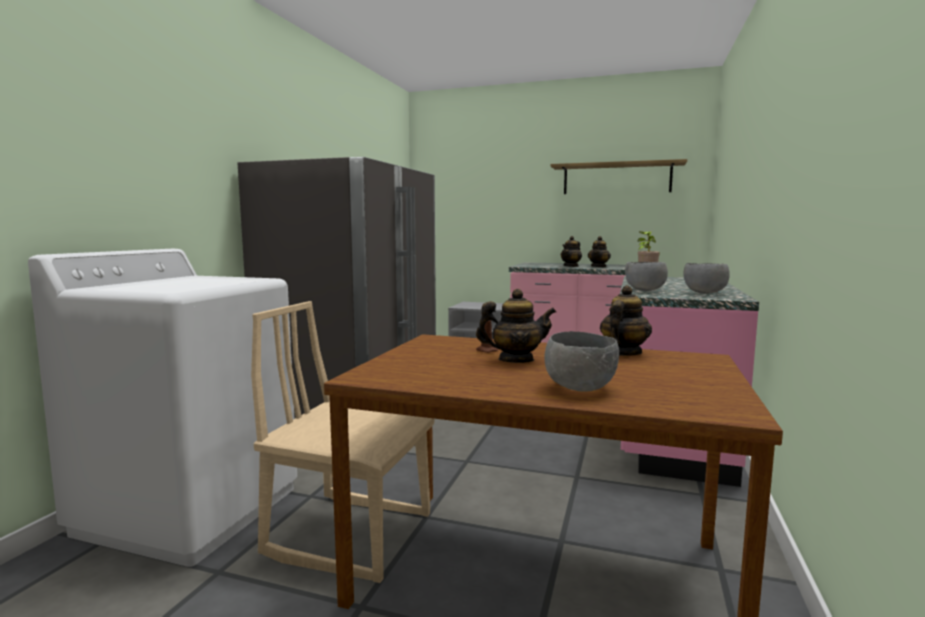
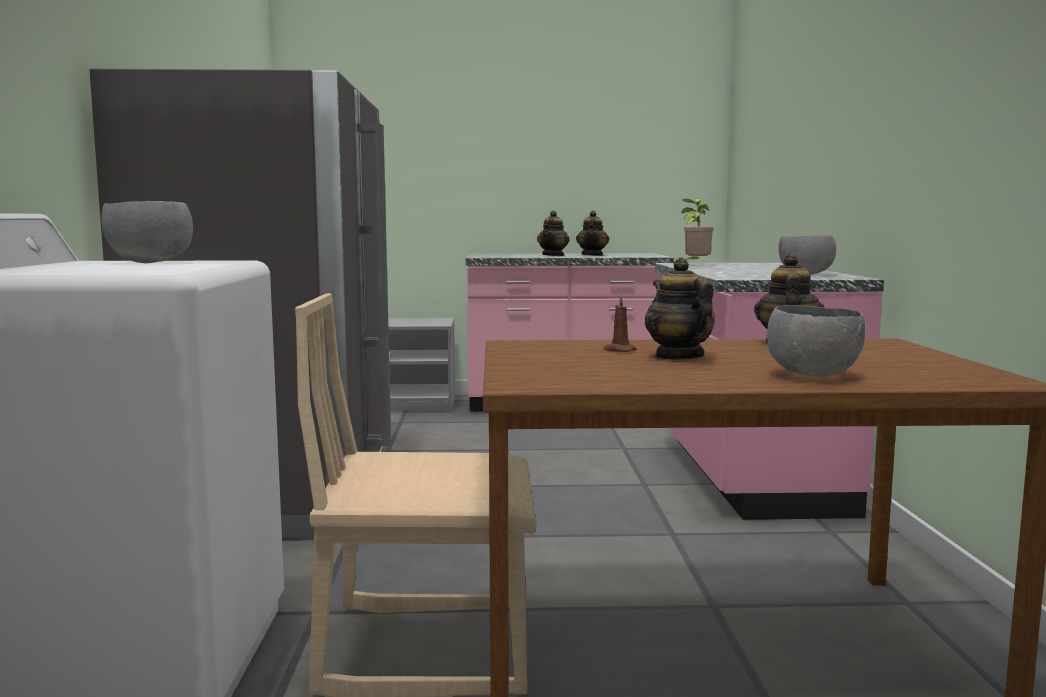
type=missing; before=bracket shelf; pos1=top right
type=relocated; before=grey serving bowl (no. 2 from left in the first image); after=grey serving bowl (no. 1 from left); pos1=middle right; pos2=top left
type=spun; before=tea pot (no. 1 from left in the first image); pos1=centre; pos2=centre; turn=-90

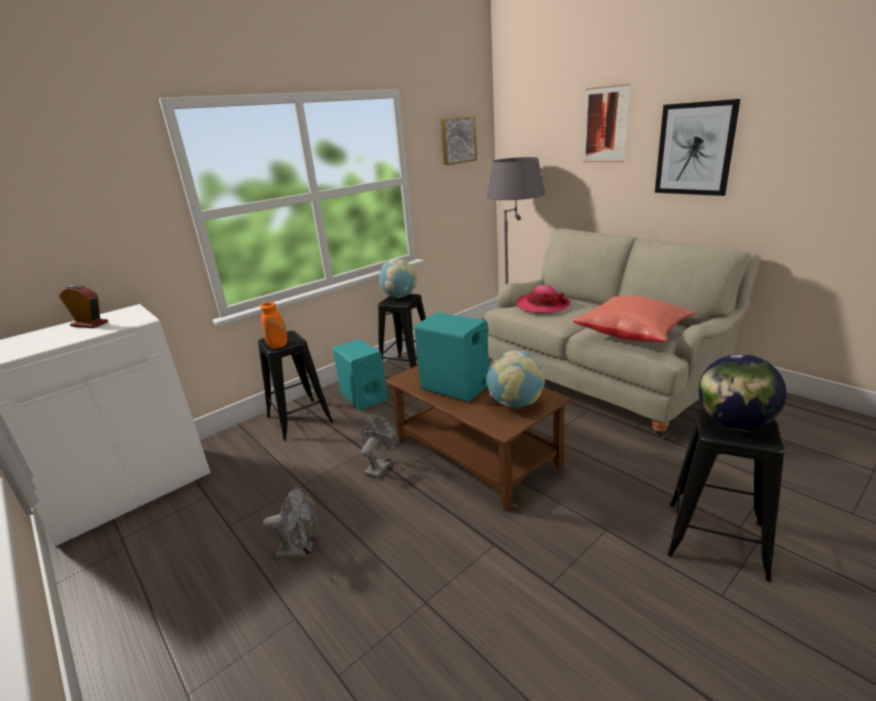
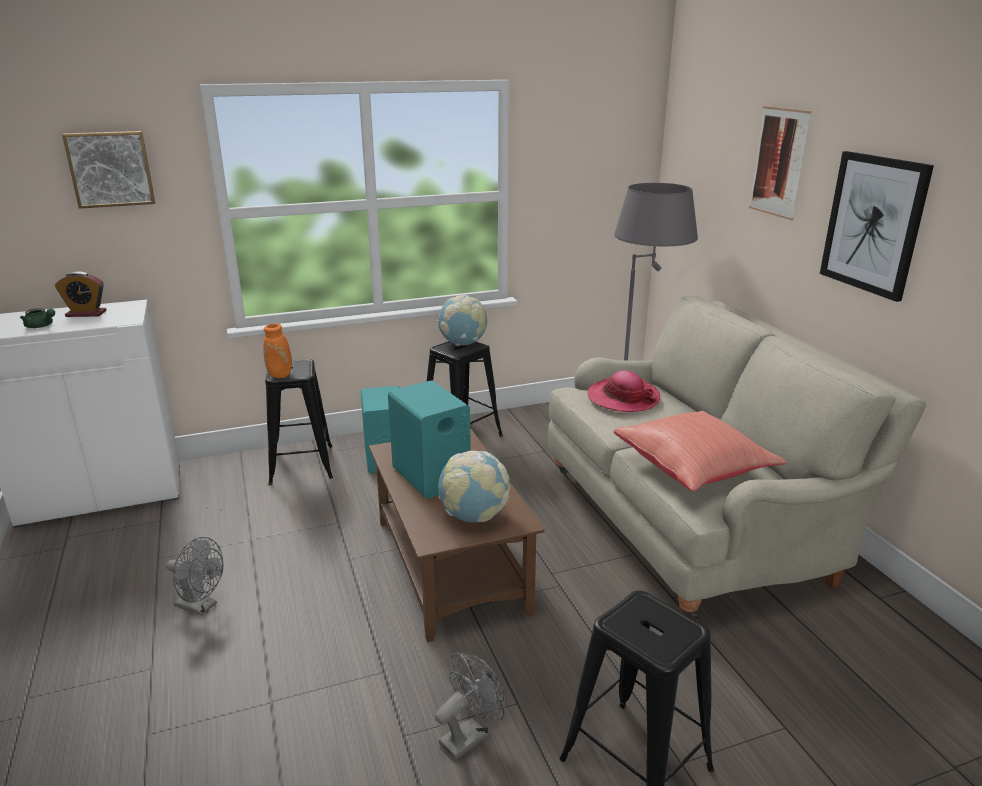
type=relocated; before=wall art (no. 1 from left); pos1=top centre; pos2=top left
type=spun; before=alarm clock; pos1=middle left; pos2=middle left; turn=135
type=missing; before=world globe (no. 3 from left); pos1=middle right
type=relocated; before=grey cooling fan (no. 2 from left); pos1=centre; pos2=bottom centre
type=appeared; after=green tea pot; pos2=middle left

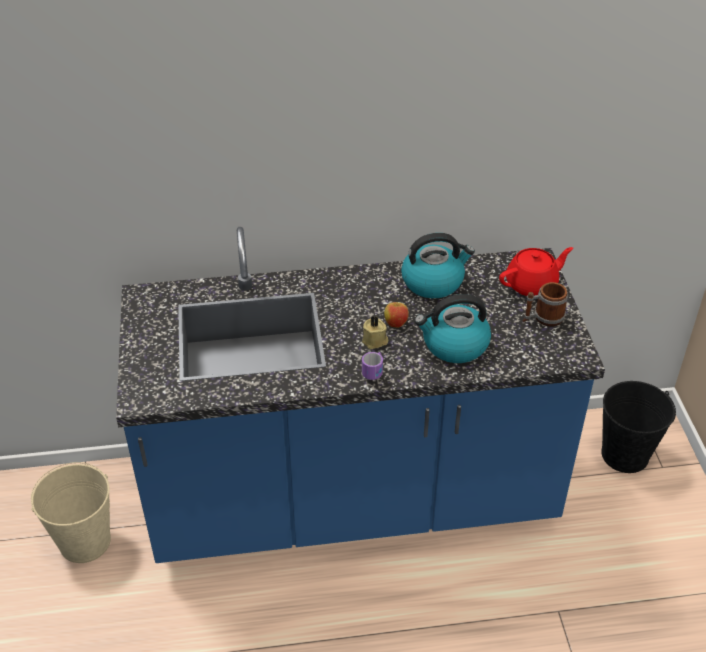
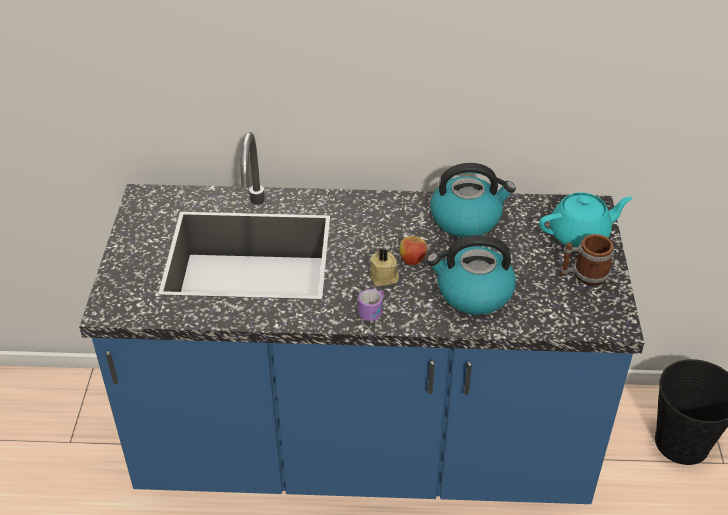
type=colour; before=red tea pot; after=blue-green tea pot; pos1=middle right; pos2=middle right
type=missing; before=beige pail; pos1=bottom left

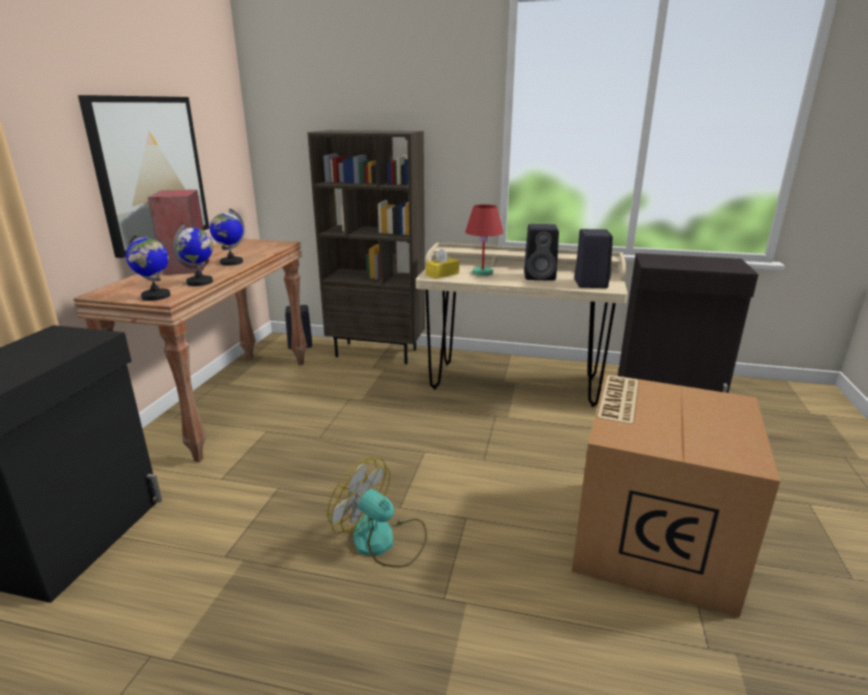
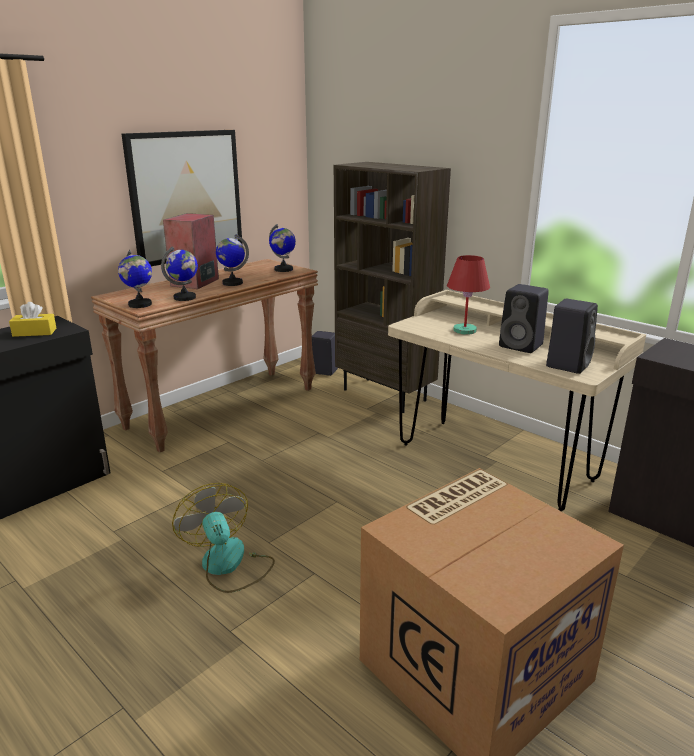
type=relocated; before=yellow-coloured tissue holder; pos1=centre; pos2=middle left
type=appeared; after=world globe (no. 4 from left); pos2=top centre

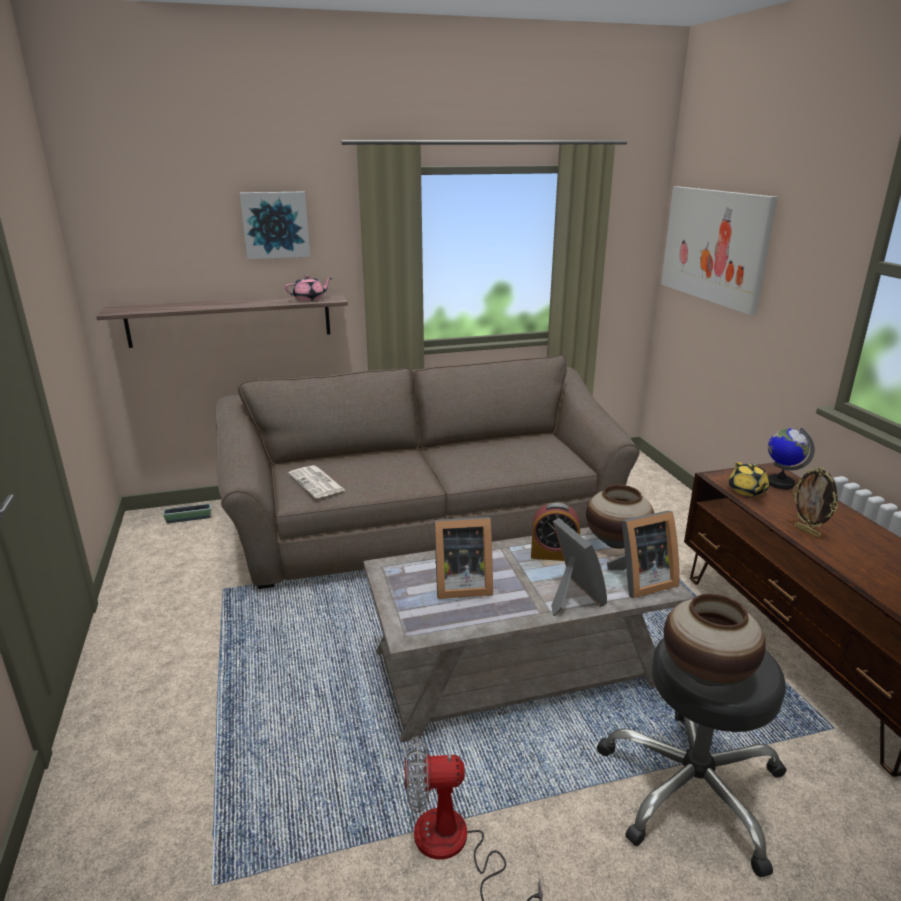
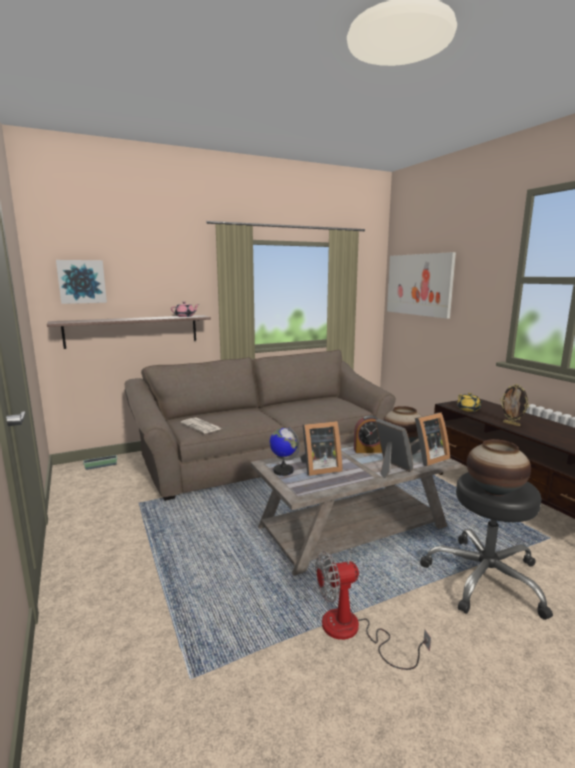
type=relocated; before=wall art (no. 1 from left); pos1=top left; pos2=middle left
type=relocated; before=world globe; pos1=middle right; pos2=centre

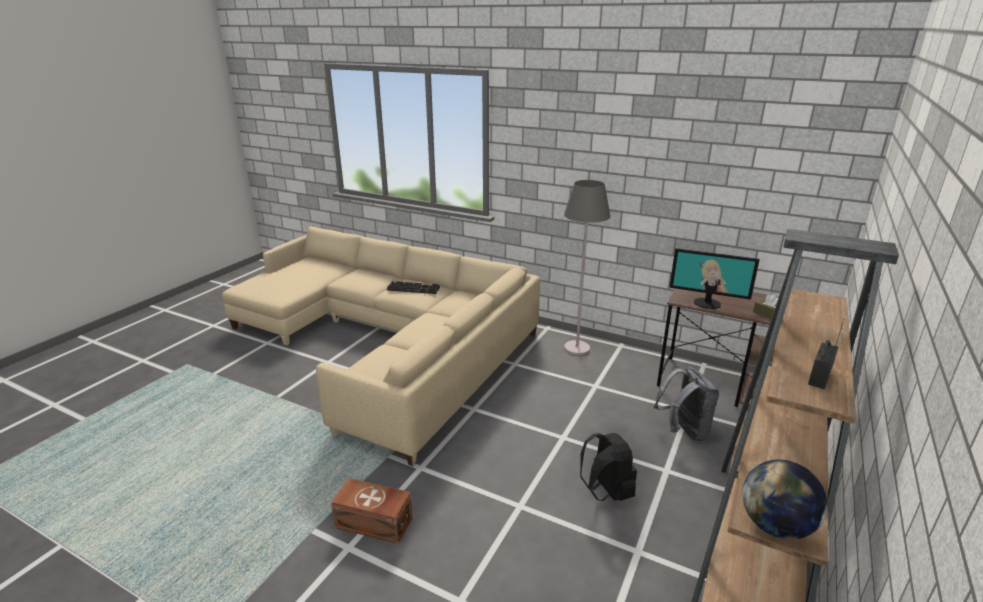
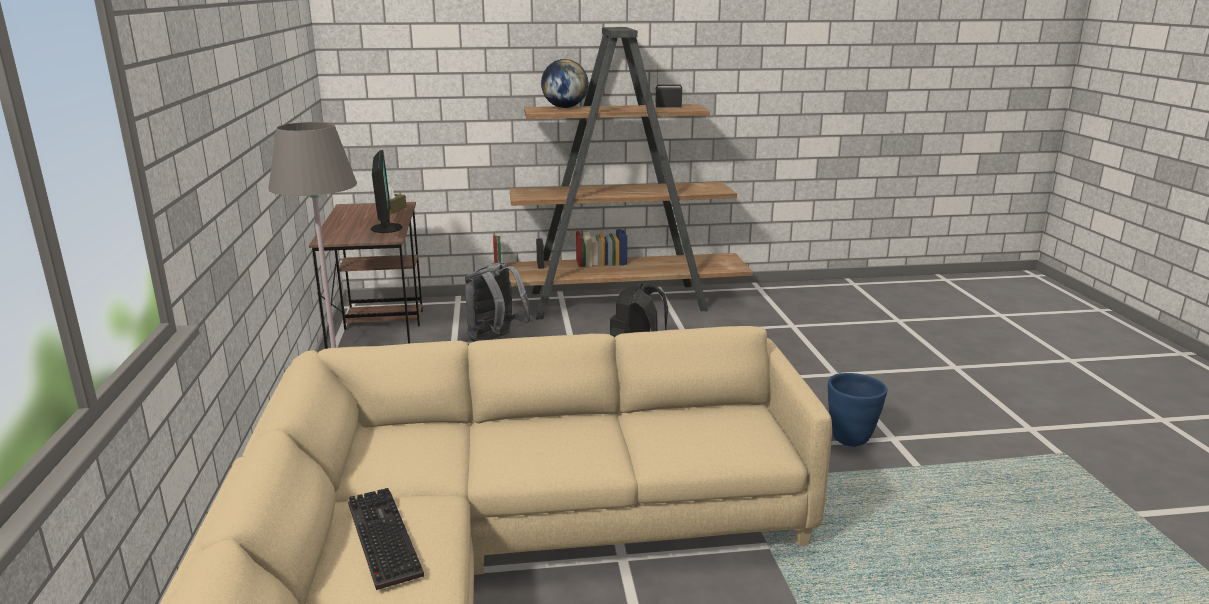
type=relocated; before=world globe; pos1=bottom right; pos2=top centre
type=exchanged; before=brown-coloured storage bin; after=blue planter; pos1=bottom centre; pos2=bottom right

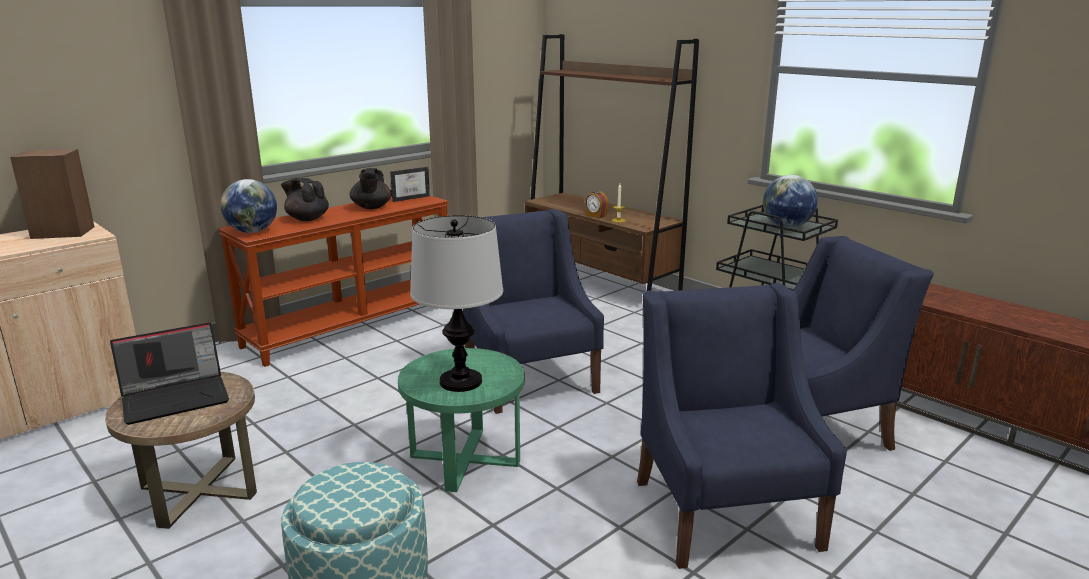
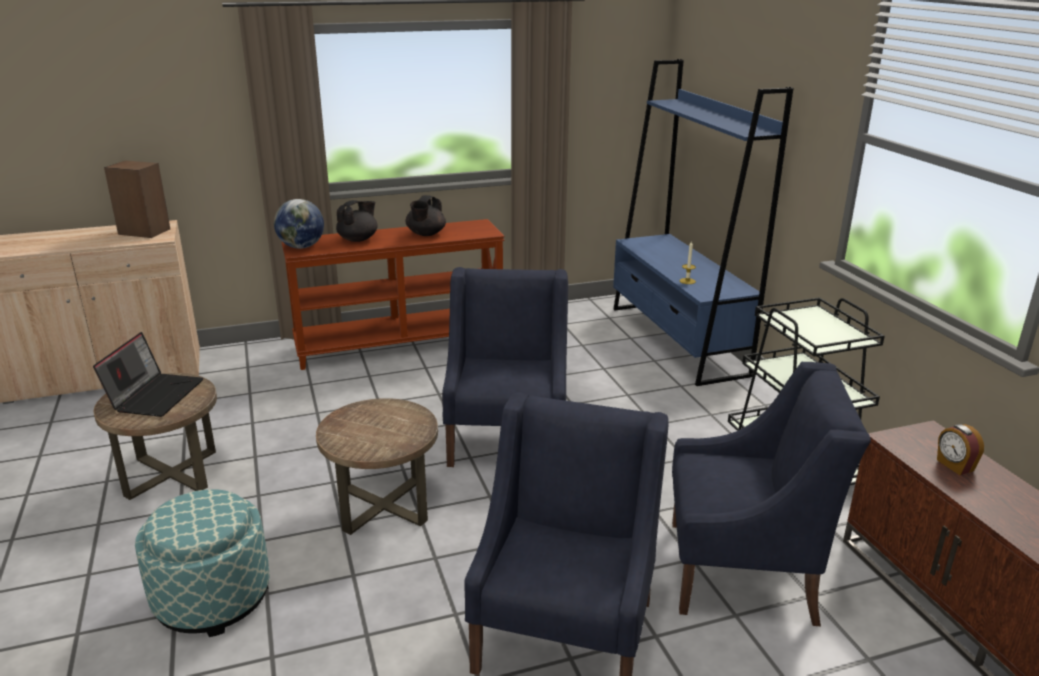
type=colour; before=brown-coloured shelving unit; after=blue shelving unit; pos1=top centre; pos2=top right
type=missing; before=photo frame; pos1=top centre
type=missing; before=world globe (no. 2 from left); pos1=middle right
type=spun; before=blackish tea pot (no. 1 from left); pos1=middle left; pos2=top centre; turn=75
type=relocated; before=alarm clock; pos1=centre; pos2=middle right
type=missing; before=lamp for a table; pos1=centre
type=spun; before=notebook computer; pos1=middle left; pos2=middle left; turn=-75
type=colour; before=green side table; after=brown-coloured side table (no. 2 from left); pos1=bottom centre; pos2=bottom centre

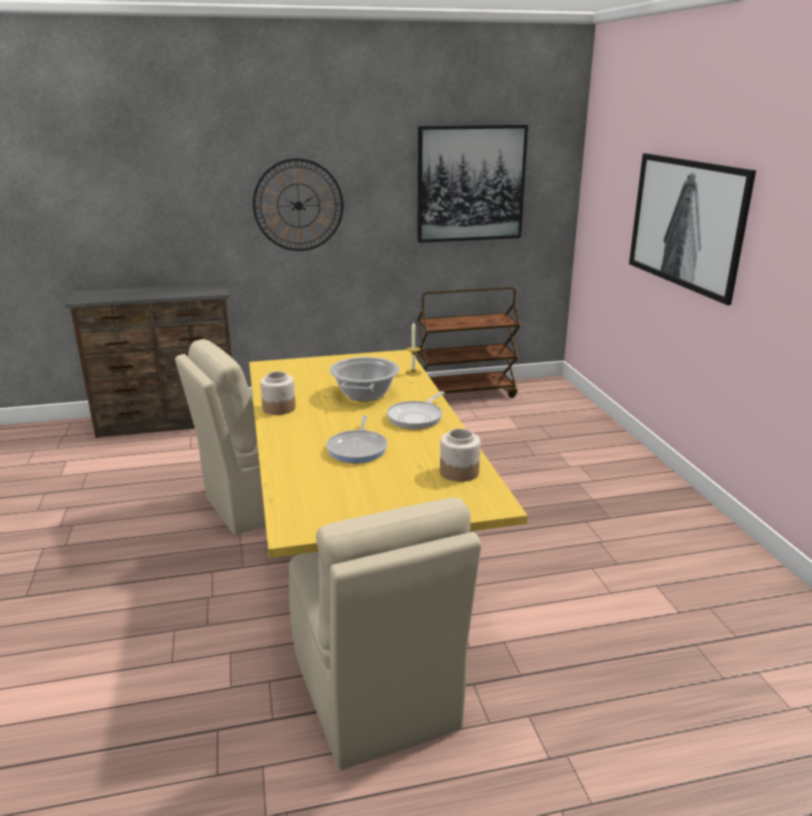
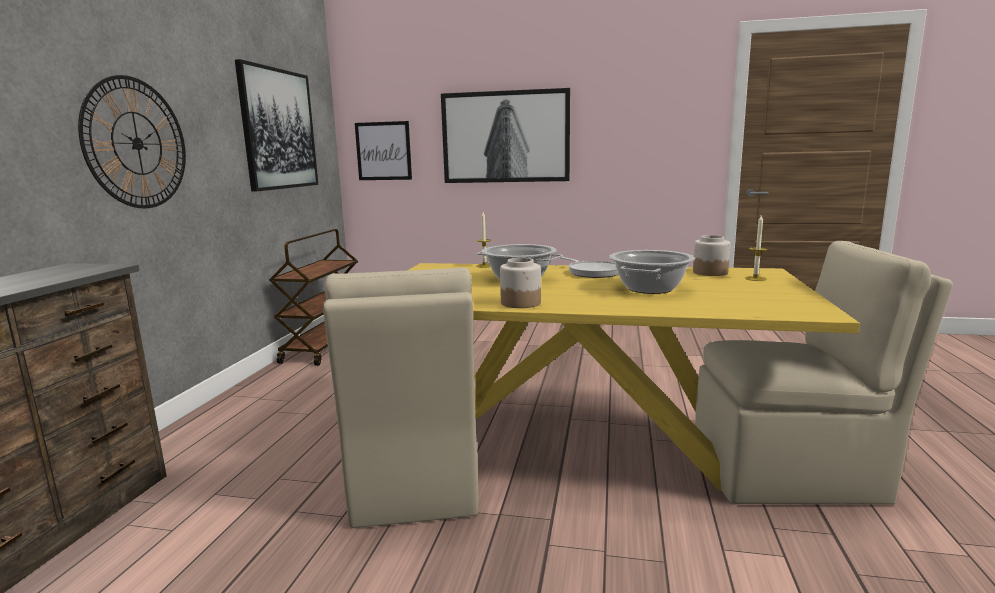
type=exchanged; before=frying pan (no. 1 from left); after=saucepot (no. 2 from left); pos1=centre; pos2=centre
type=appeared; after=wall art (no. 2 from left); pos2=top centre
type=appeared; after=wax light (no. 2 from left); pos2=middle right

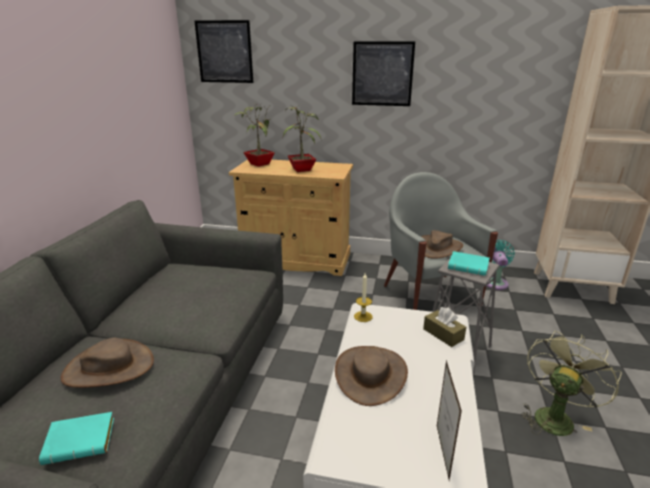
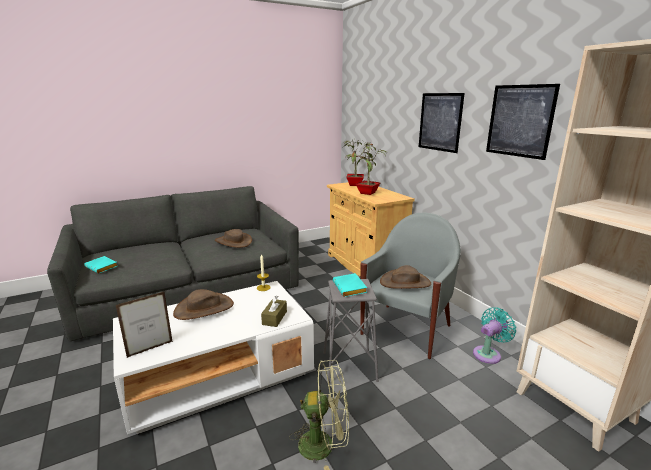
type=relocated; before=wall art (no. 1 from left in the first image); after=wall art (no. 2 from left); pos1=top centre; pos2=top right
type=relocated; before=brown-coloured hat (no. 1 from left in the first image); after=brown-coloured hat (no. 2 from left); pos1=bottom left; pos2=centre

